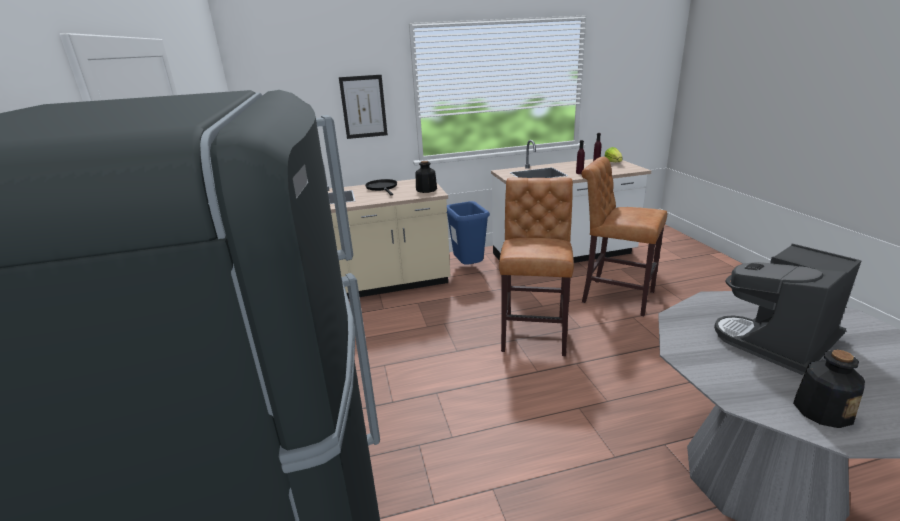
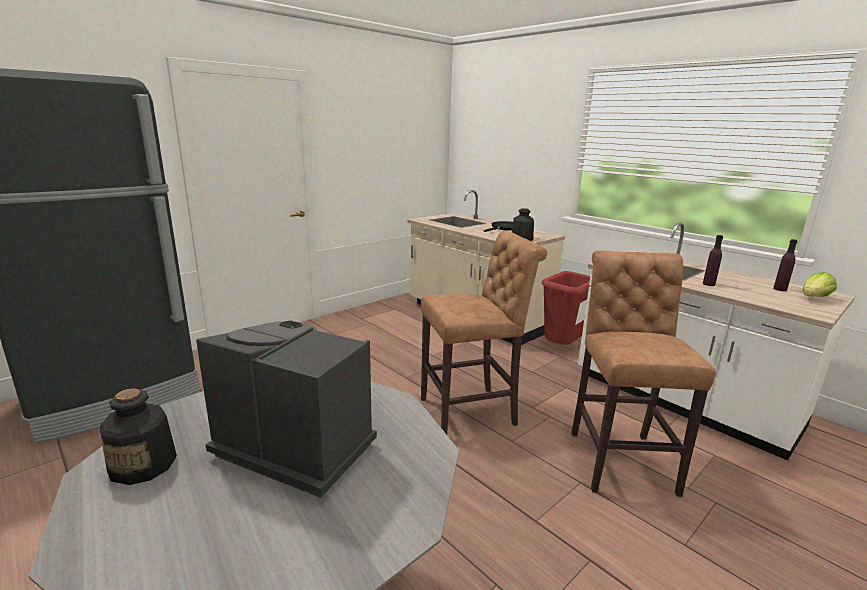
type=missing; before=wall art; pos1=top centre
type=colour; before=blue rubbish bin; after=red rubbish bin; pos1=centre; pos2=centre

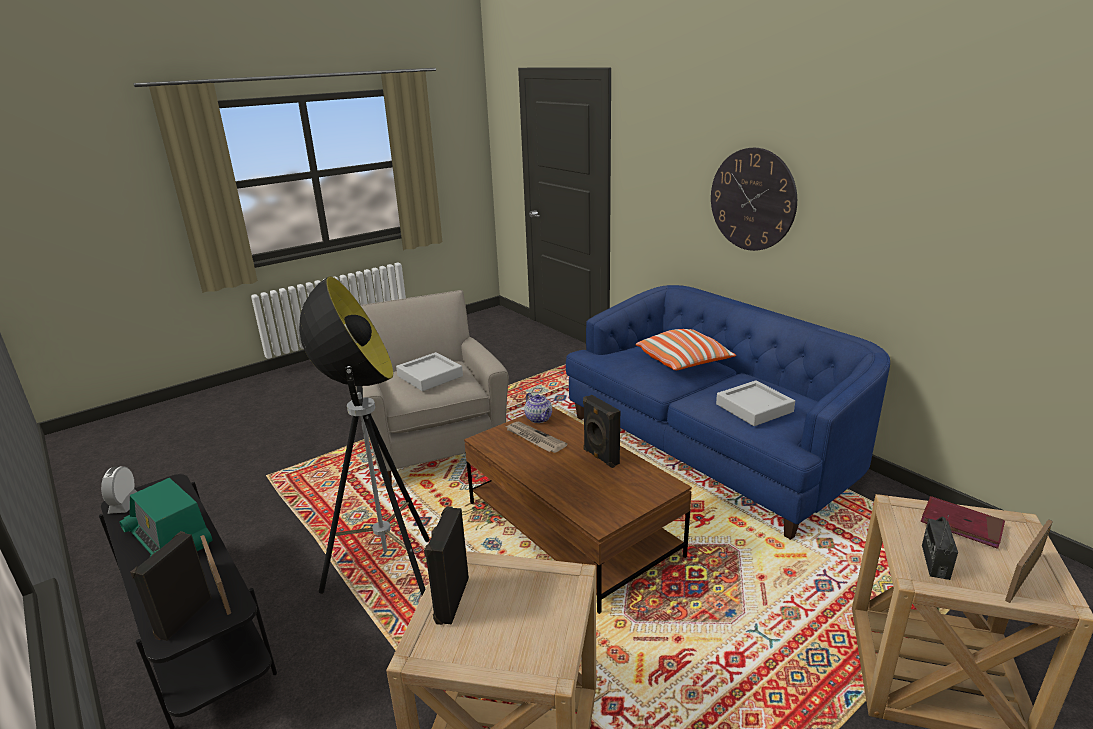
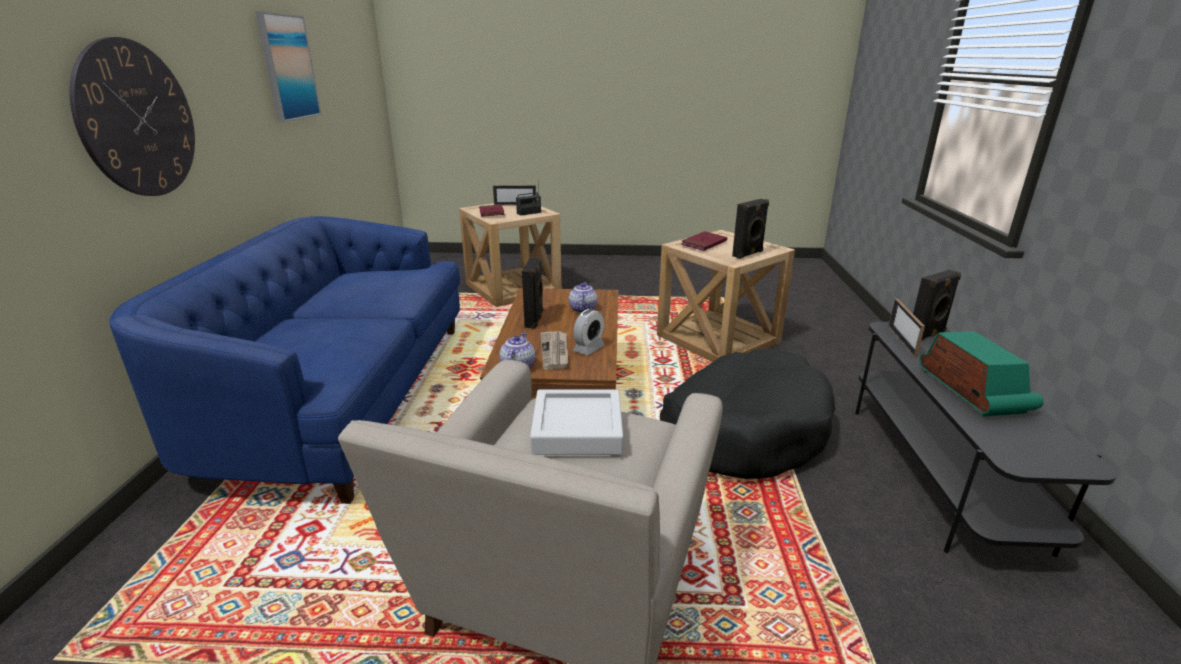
type=exchanged; before=floor lamp; after=blackish pet bed; pos1=middle left; pos2=centre
type=missing; before=throw pillow; pos1=centre
type=missing; before=grey carrying tray (no. 2 from left); pos1=middle right
type=relocated; before=alarm clock; pos1=bottom left; pos2=centre
type=appeared; after=wall art; pos2=top left
type=appeared; after=red book (no. 2 from left); pos2=centre
type=appeared; after=tea pot (no. 2 from left); pos2=centre

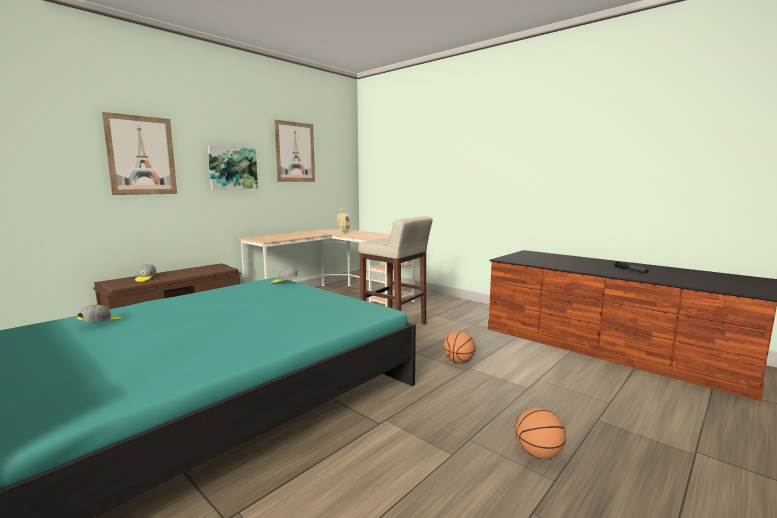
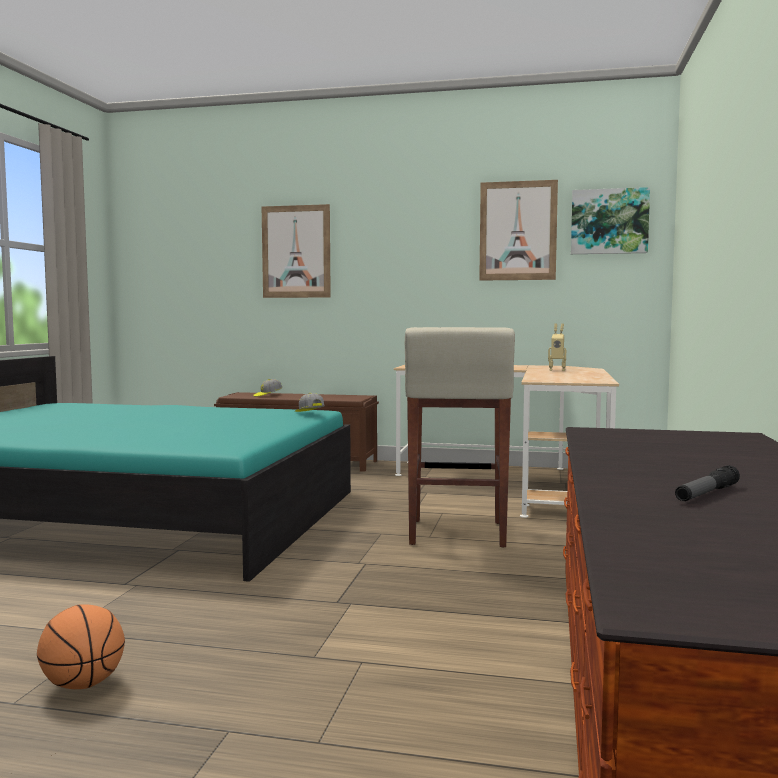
type=relocated; before=wall art (no. 2 from left in the first image); after=wall art (no. 3 from left); pos1=top left; pos2=top right
type=missing; before=peaked cap (no. 1 from left); pos1=middle left
type=missing; before=ball for basketball (no. 1 from left); pos1=bottom centre

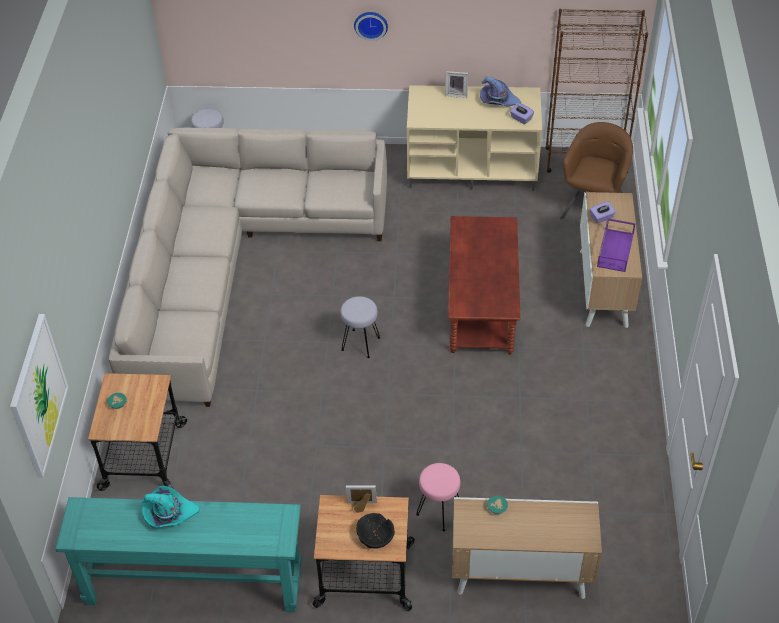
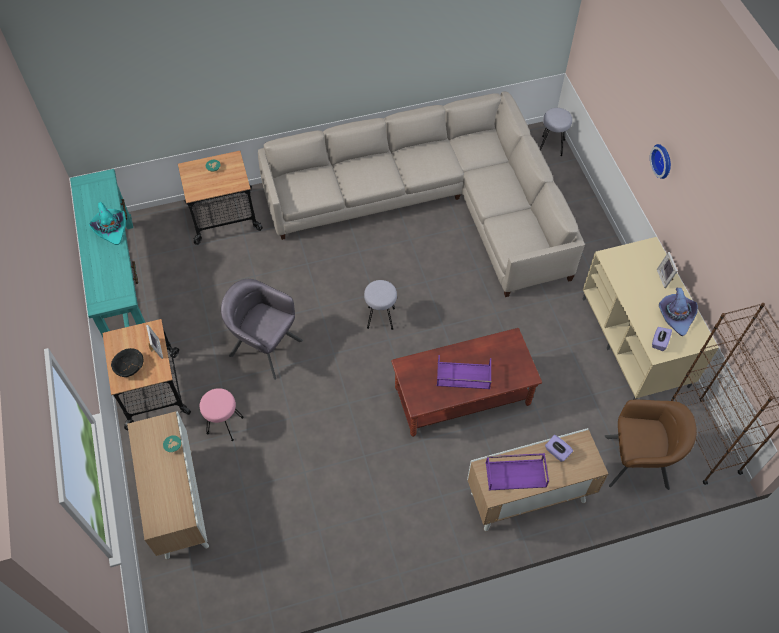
type=missing; before=wall art; pos1=middle left
type=appeared; after=grey easy chair; pos2=centre
type=appeared; after=purple carrying tray (no. 1 from left); pos2=centre

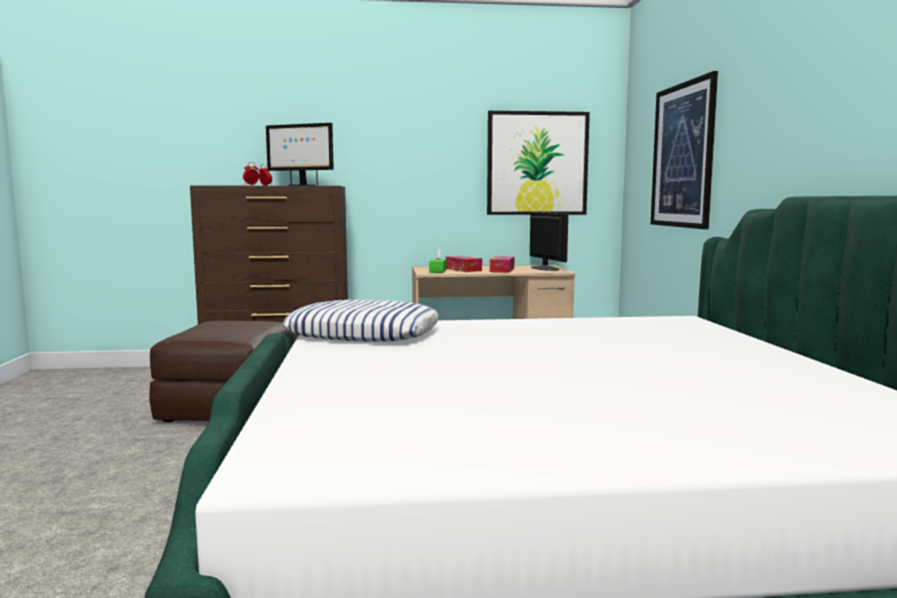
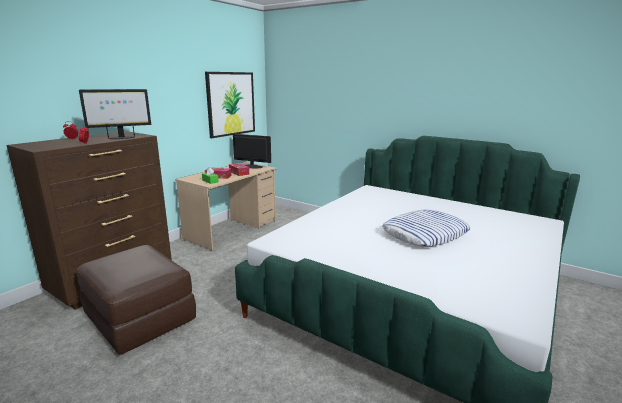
type=missing; before=wall art (no. 2 from left); pos1=top right
type=relocated; before=throw pillow; pos1=centre; pos2=middle right

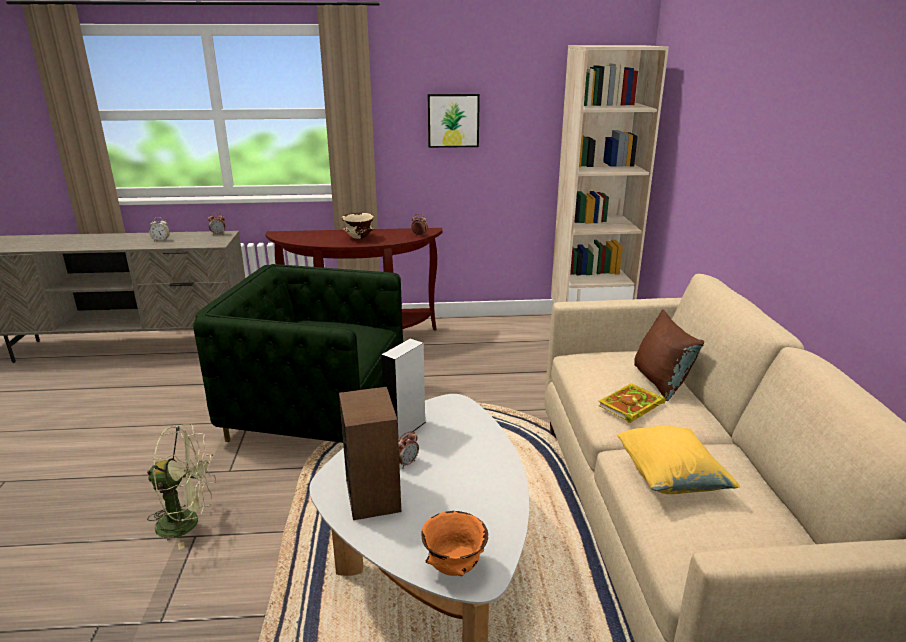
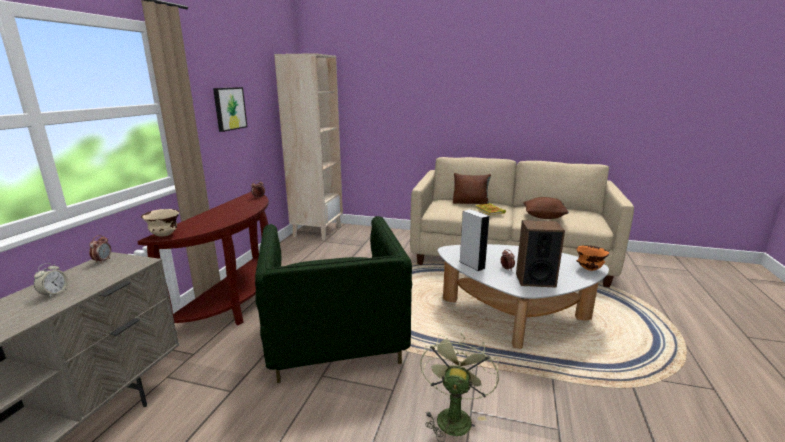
type=relocated; before=beige serving bowl; pos1=centre; pos2=middle left
type=spun; before=green easy chair; pos1=middle left; pos2=bottom centre; turn=-45
type=colour; before=yellow-coloured throw pillow; after=brown-coloured throw pillow (no. 2 from left); pos1=bottom right; pos2=middle right

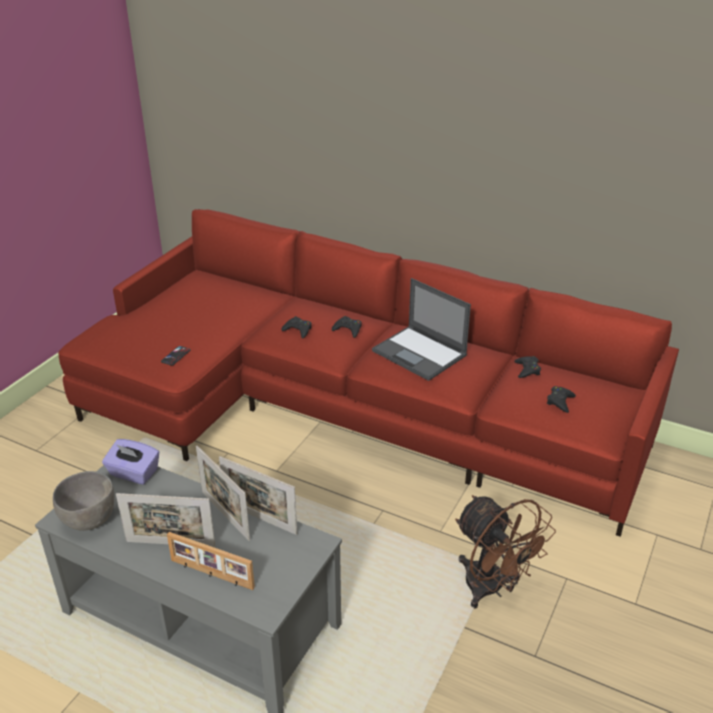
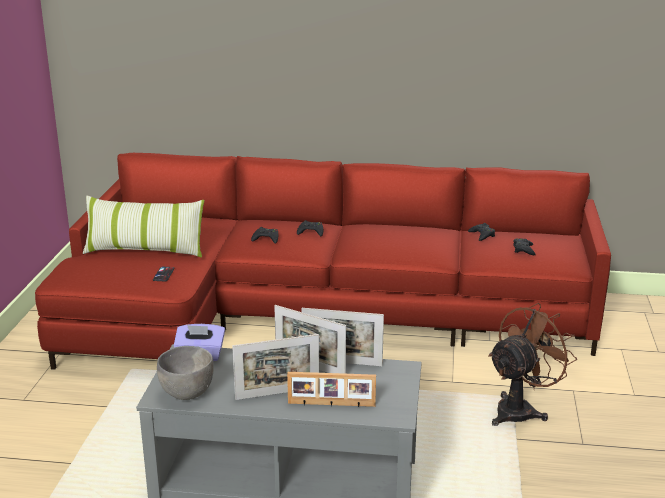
type=missing; before=notebook computer; pos1=centre
type=spun; before=brown-coloured cooling fan; pos1=bottom right; pos2=bottom right; turn=-75
type=appeared; after=throw pillow; pos2=middle left

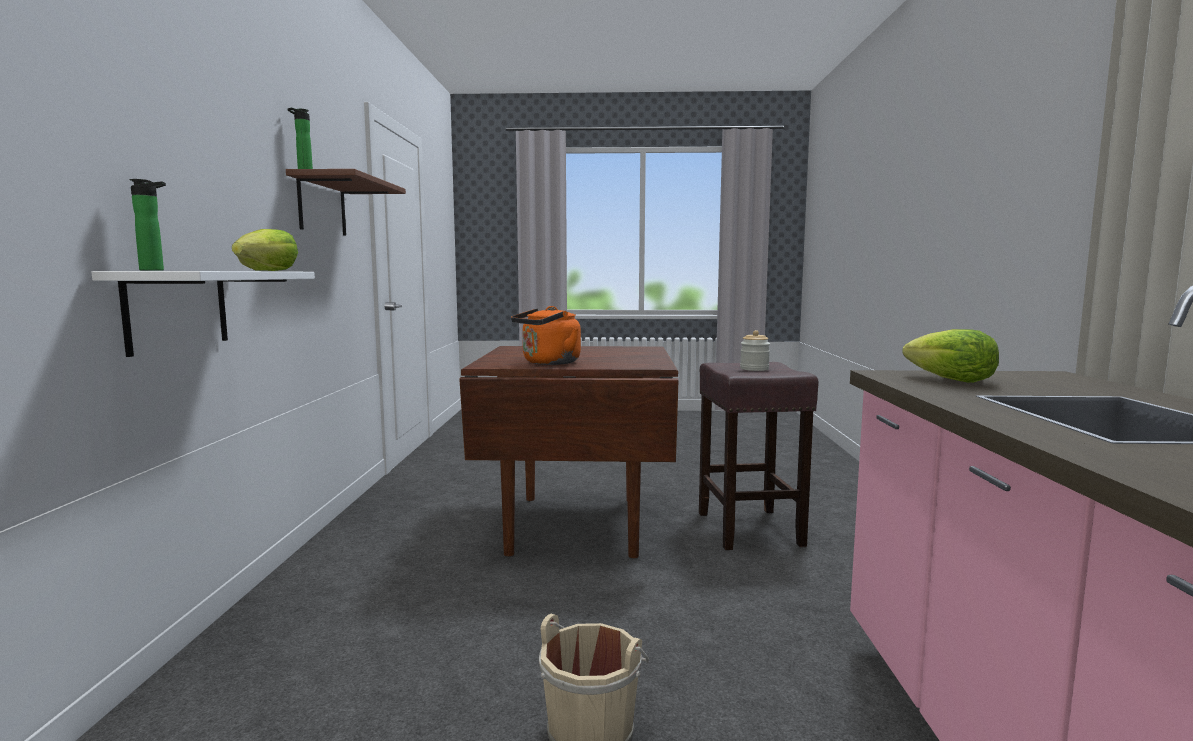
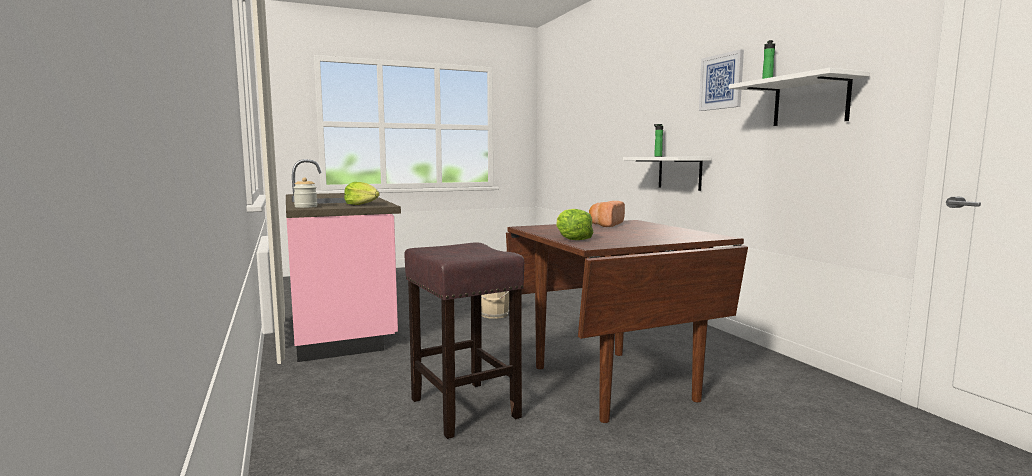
type=colour; before=brown-coloured bracket shelf; after=white bracket shelf (no. 2 from left); pos1=top left; pos2=top right
type=relocated; before=head of lettuce (no. 1 from left in the first image); after=head of lettuce (no. 2 from left); pos1=middle left; pos2=centre
type=exchanged; before=orangey kettle; after=bread; pos1=centre; pos2=centre
type=relocated; before=preserve jar; pos1=centre; pos2=middle left
type=appeared; after=wall art; pos2=top right

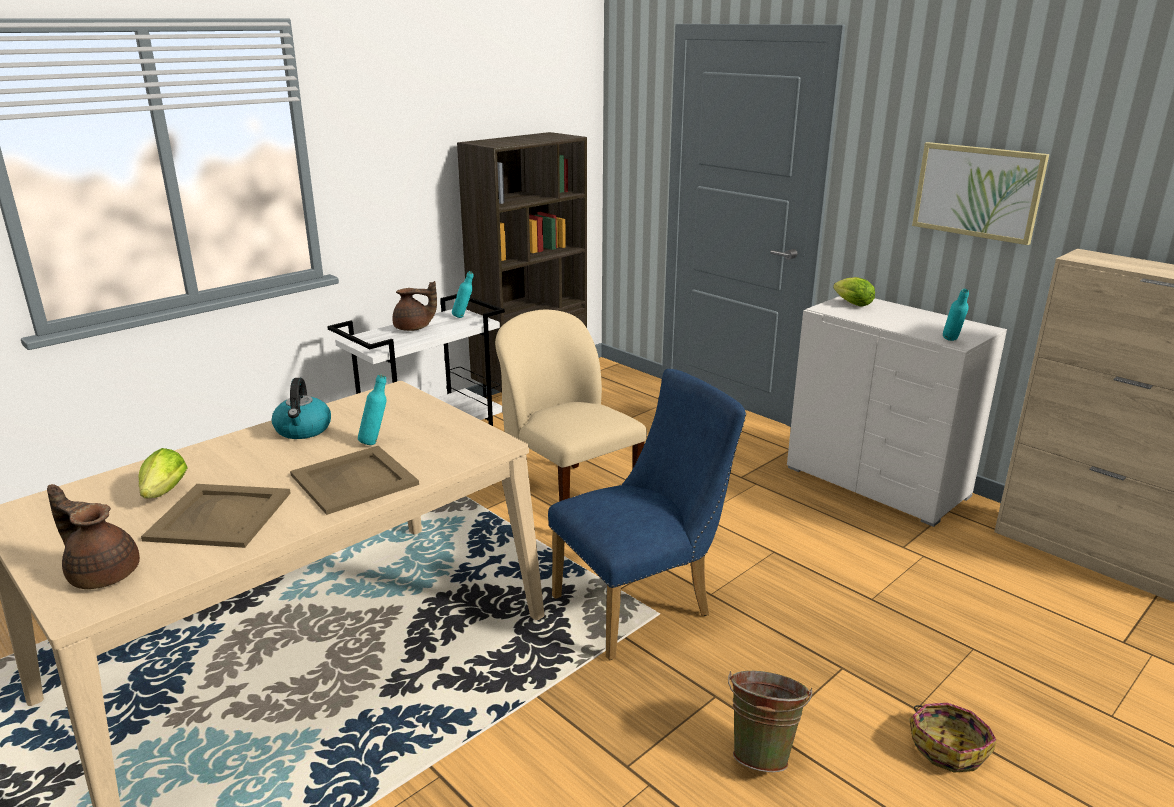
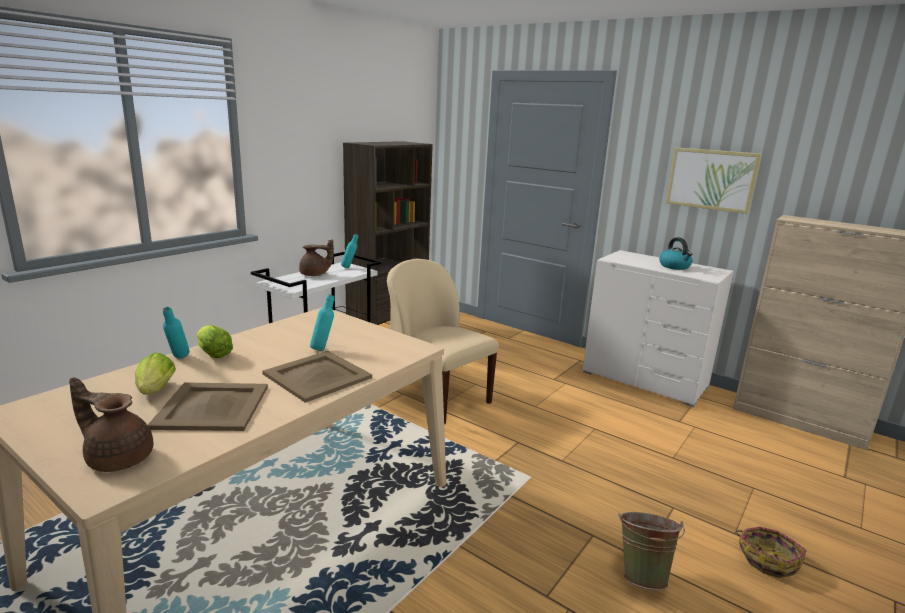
type=relocated; before=head of lettuce (no. 2 from left); pos1=middle right; pos2=middle left
type=relocated; before=blue-green bottle (no. 3 from left in the first image); after=blue-green bottle (no. 1 from left); pos1=middle right; pos2=middle left
type=missing; before=blue chair; pos1=centre
type=relocated; before=kettle; pos1=middle left; pos2=middle right

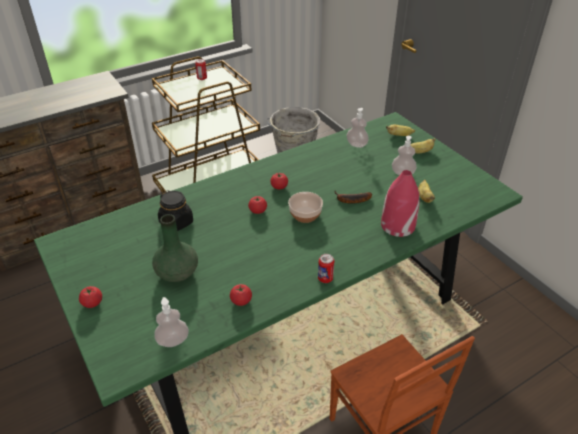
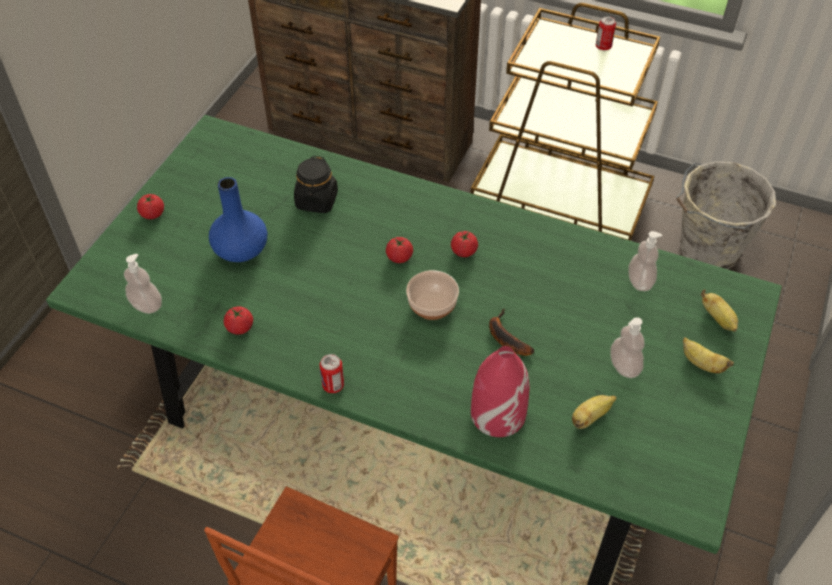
type=colour; before=green flower vase; after=blue flower vase; pos1=middle left; pos2=middle left

